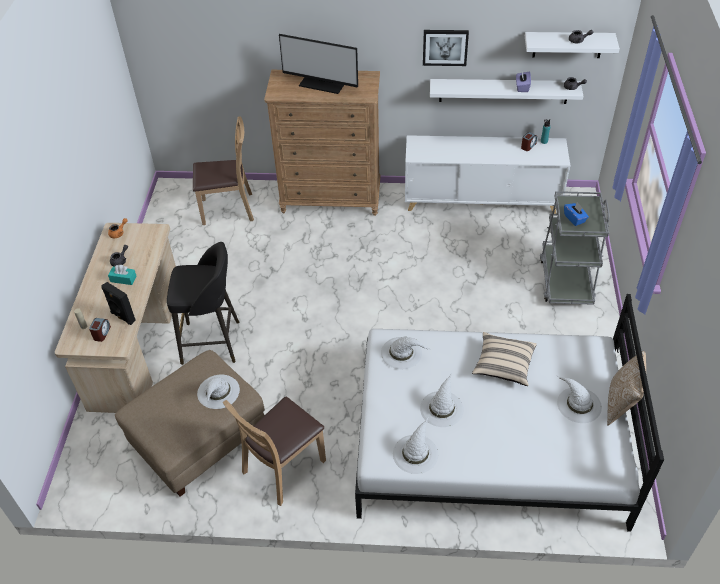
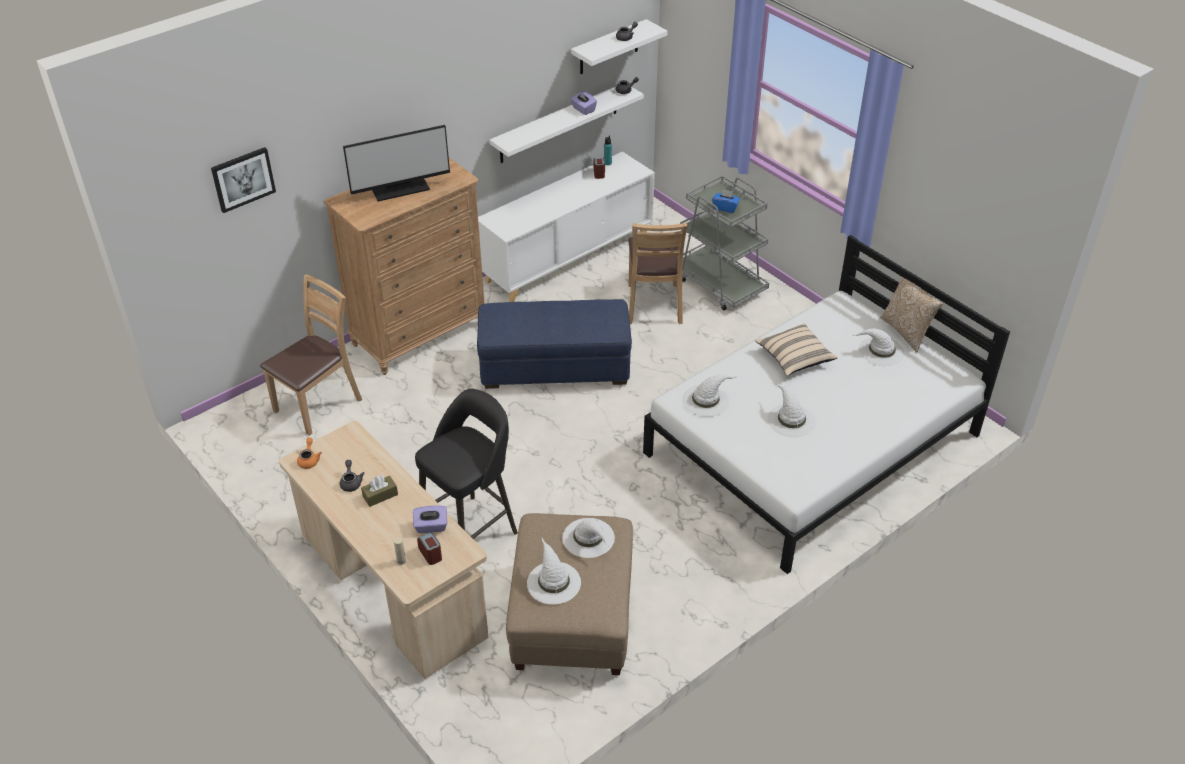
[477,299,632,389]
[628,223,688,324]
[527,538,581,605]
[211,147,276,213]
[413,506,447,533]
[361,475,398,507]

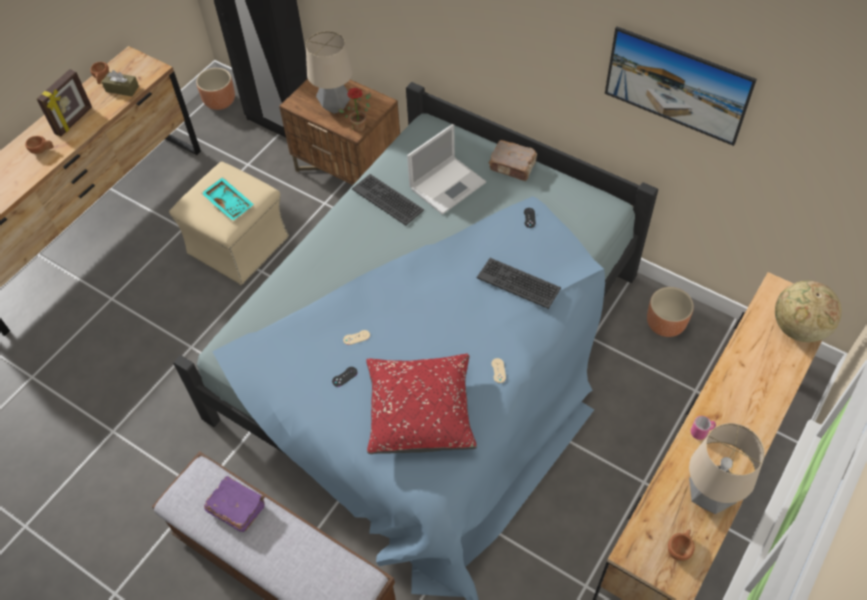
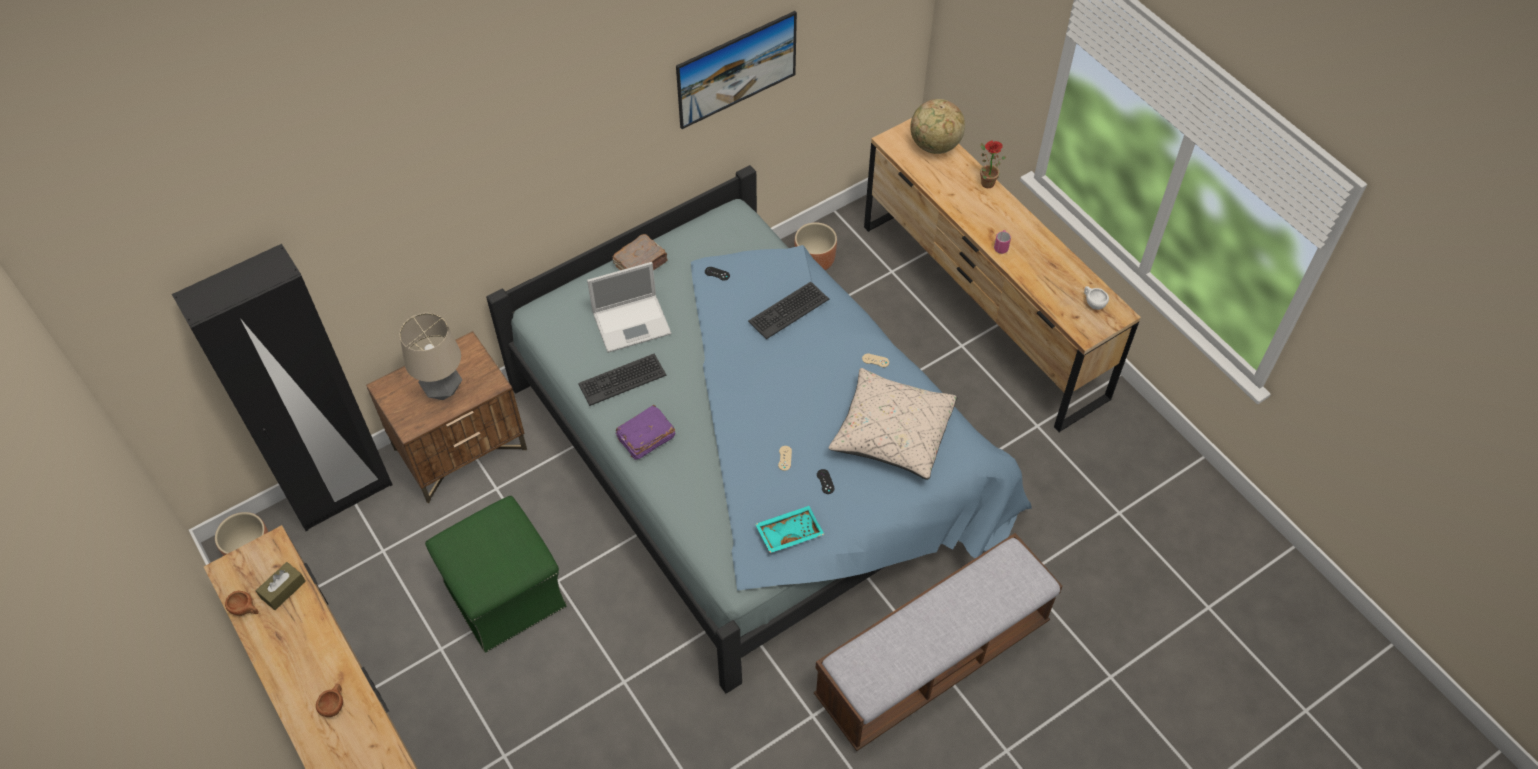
[37,69,92,137] (first image)
[689,423,765,514] (first image)
[755,506,825,553]
[615,404,675,460]
[980,140,1006,188]
[425,496,567,653]
[828,368,958,480]
[1084,286,1109,310]
[587,262,671,353]

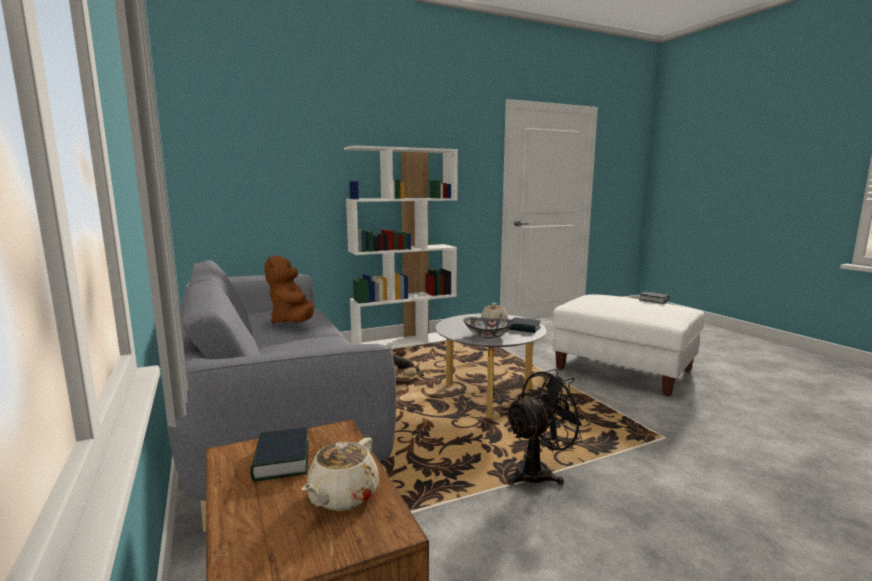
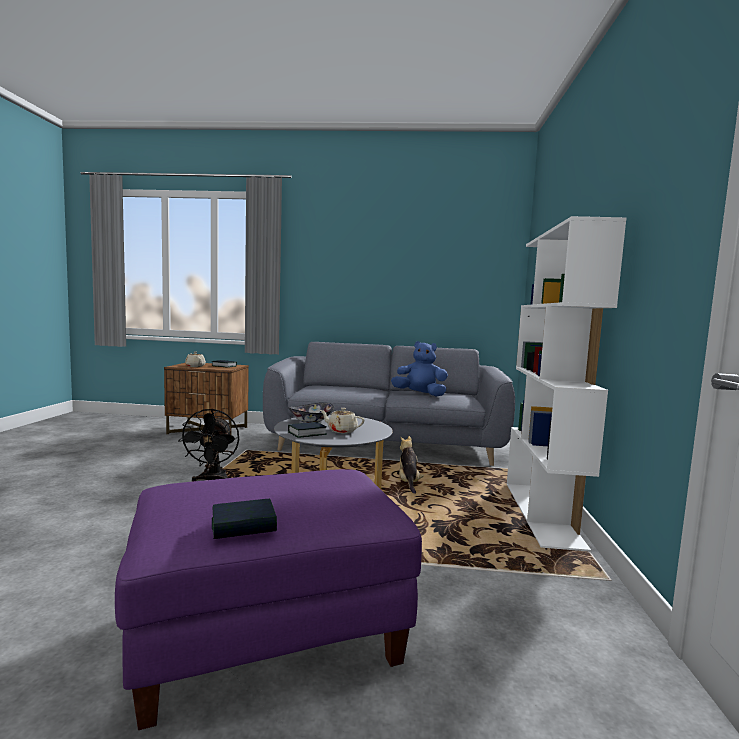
[391,341,448,396]
[115,469,422,730]

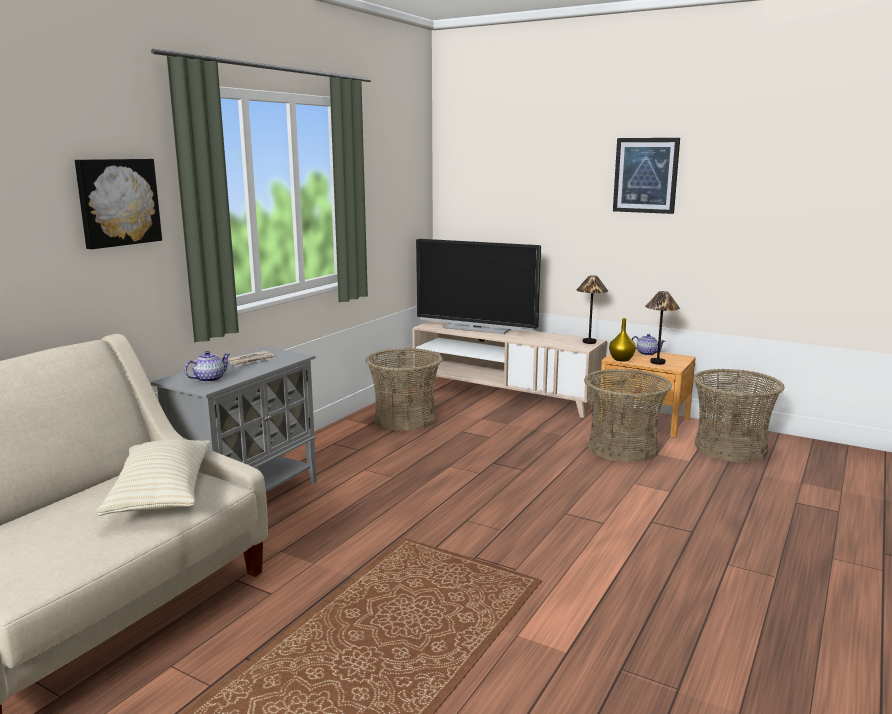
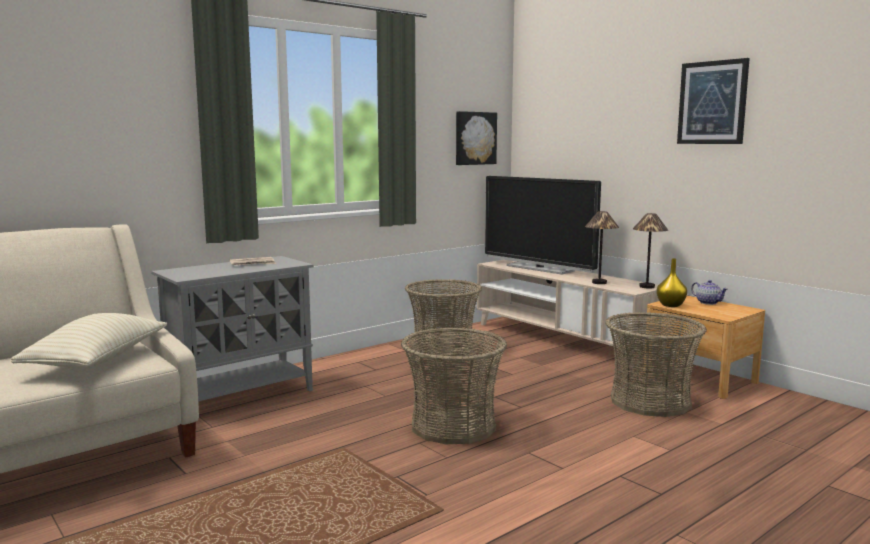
[184,351,230,383] (first image)
[456,111,497,165]
[585,211,619,284]
[401,328,507,444]

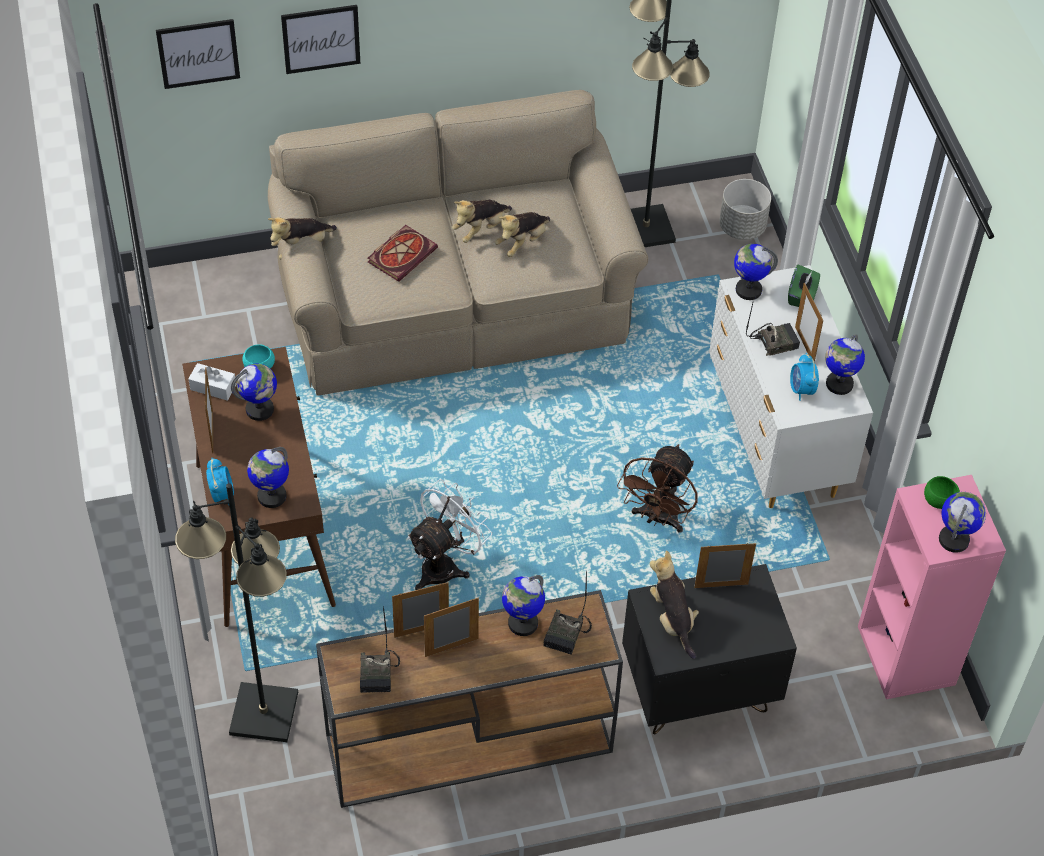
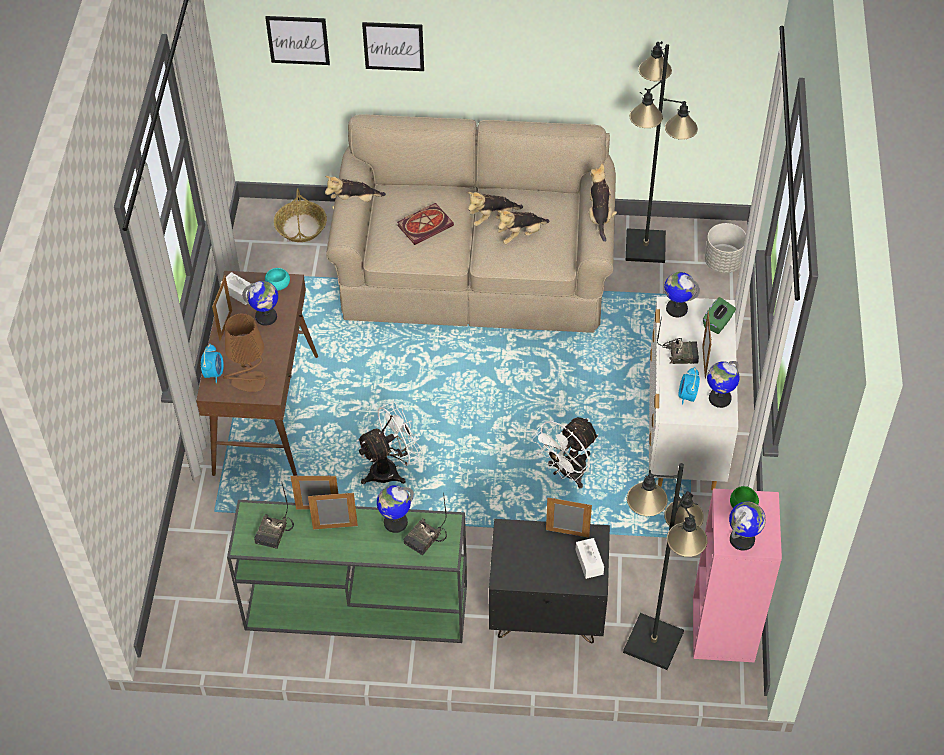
[274,188,327,242]
[576,538,604,579]
[623,463,708,670]
[589,164,617,242]
[223,313,268,392]
[227,500,467,643]
[532,417,599,489]

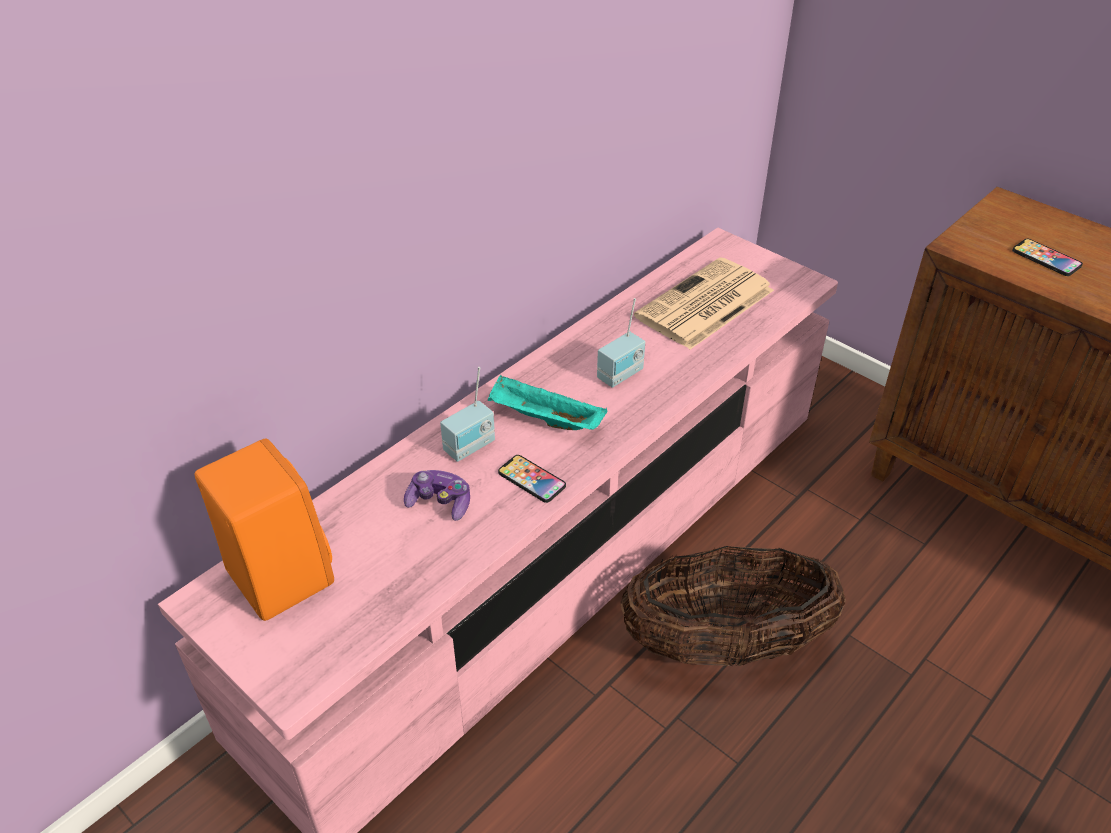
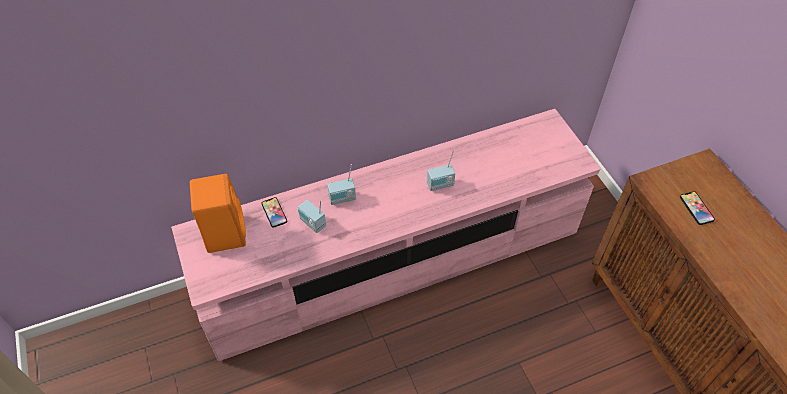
[488,375,607,430] (first image)
[620,546,846,667] (first image)
[634,257,774,349] (first image)
[262,197,287,228]
[298,199,326,233]

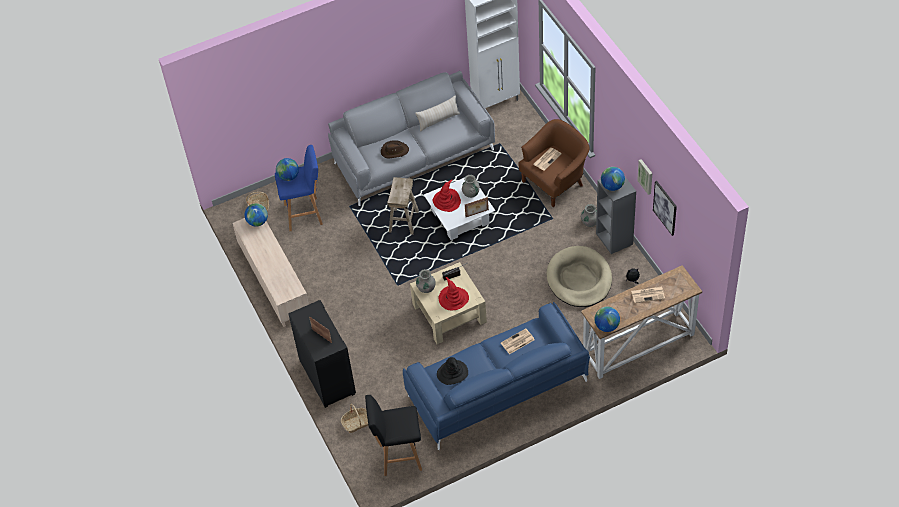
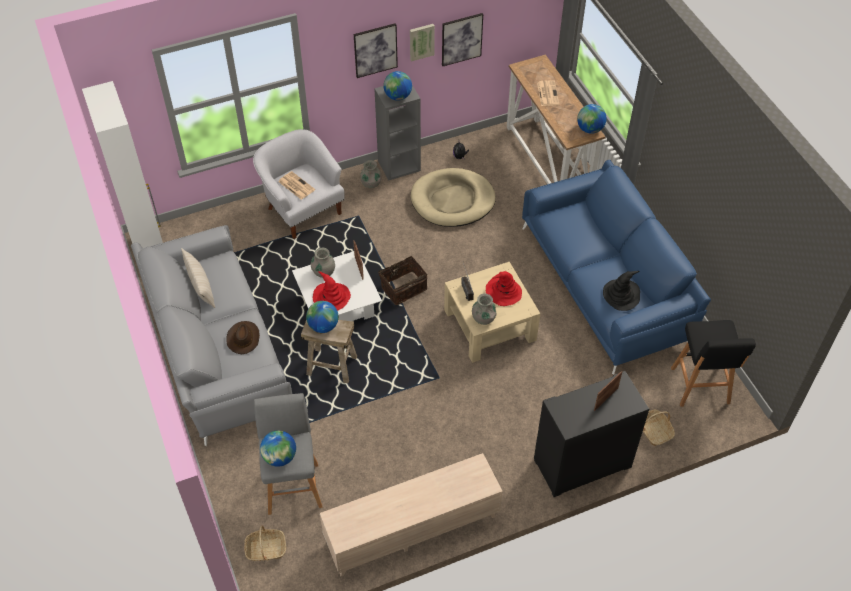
[501,328,535,354] (first image)
[354,23,398,78]
[378,256,427,305]
[306,301,339,333]
[254,393,322,515]
[253,129,345,239]

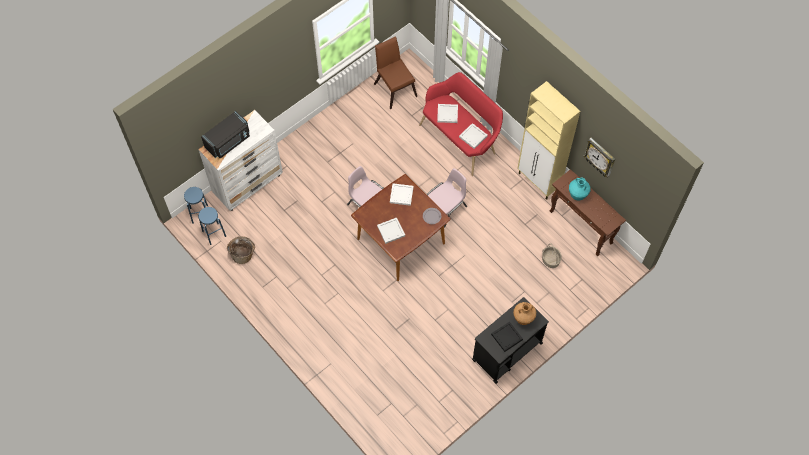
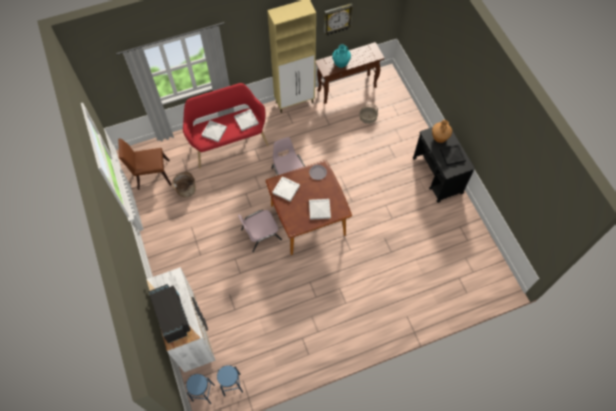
[172,171,196,198]

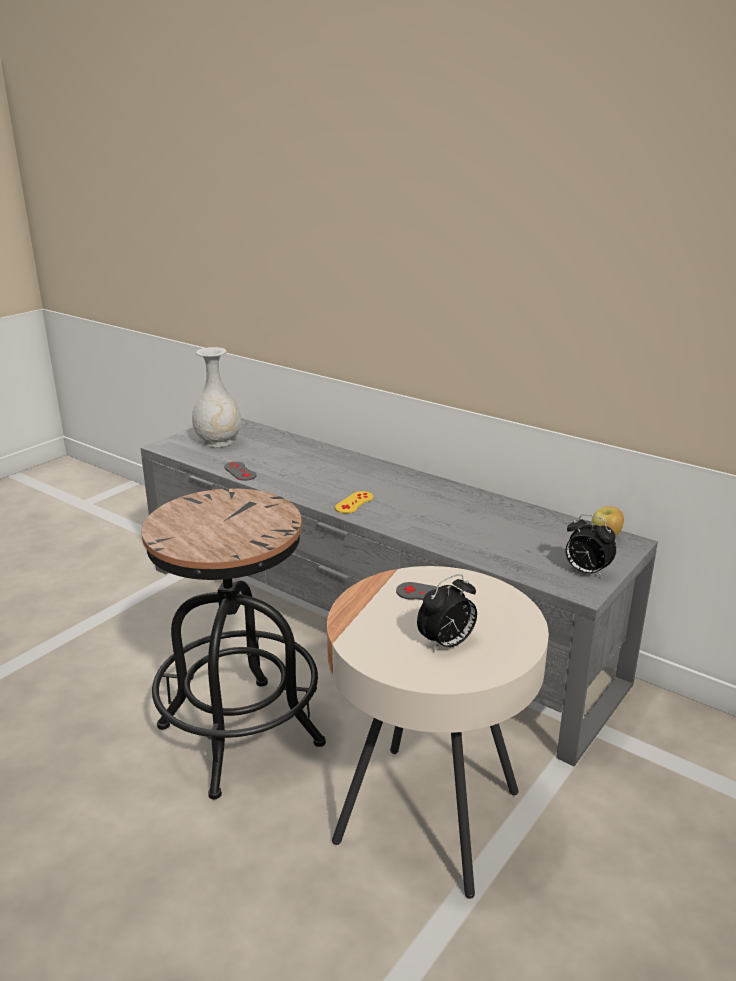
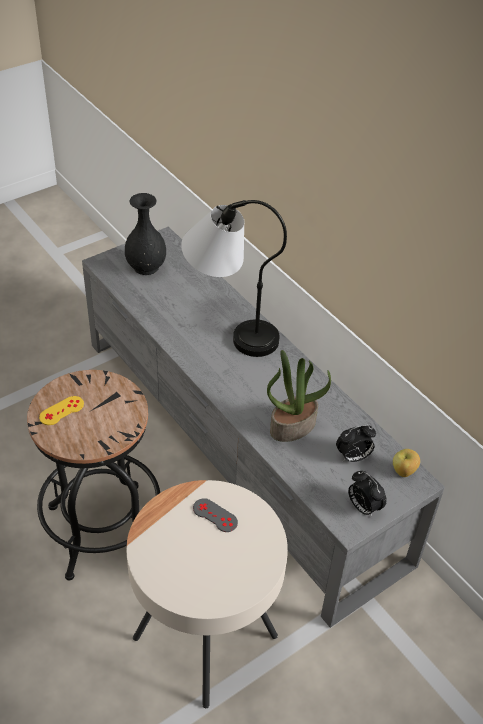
[224,462,257,481] (first image)
[181,200,287,357]
[267,350,331,442]
[39,396,84,425]
[336,425,376,462]
[125,193,166,275]

